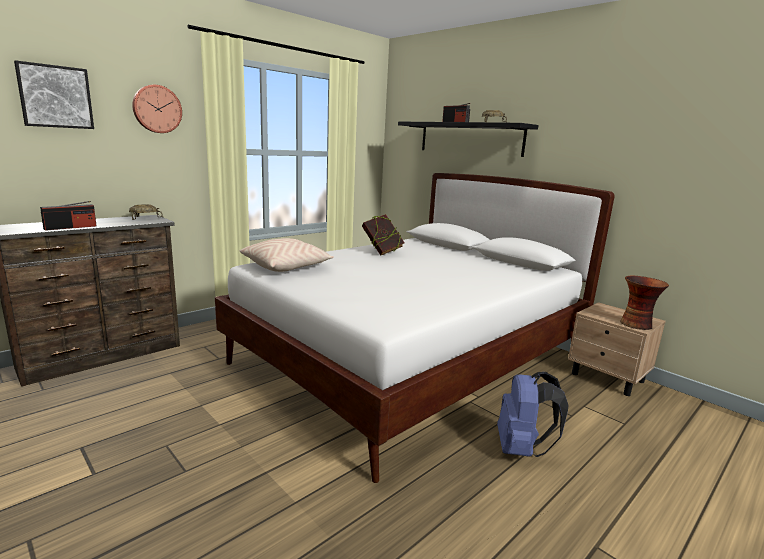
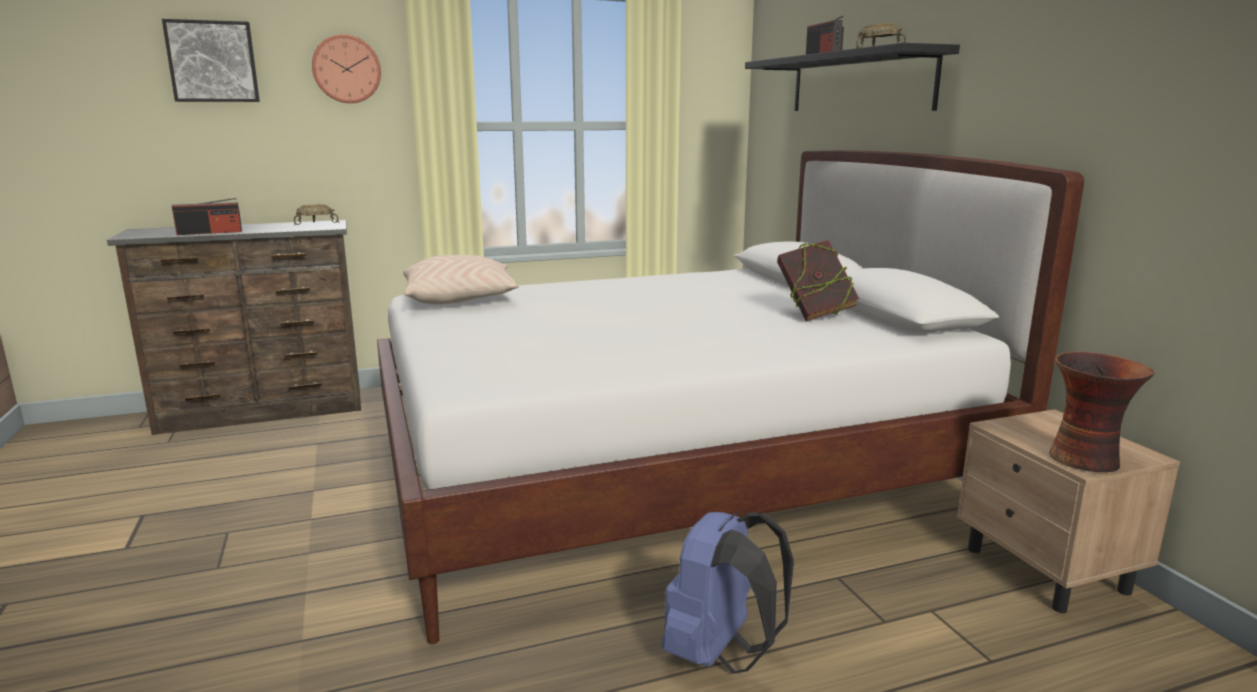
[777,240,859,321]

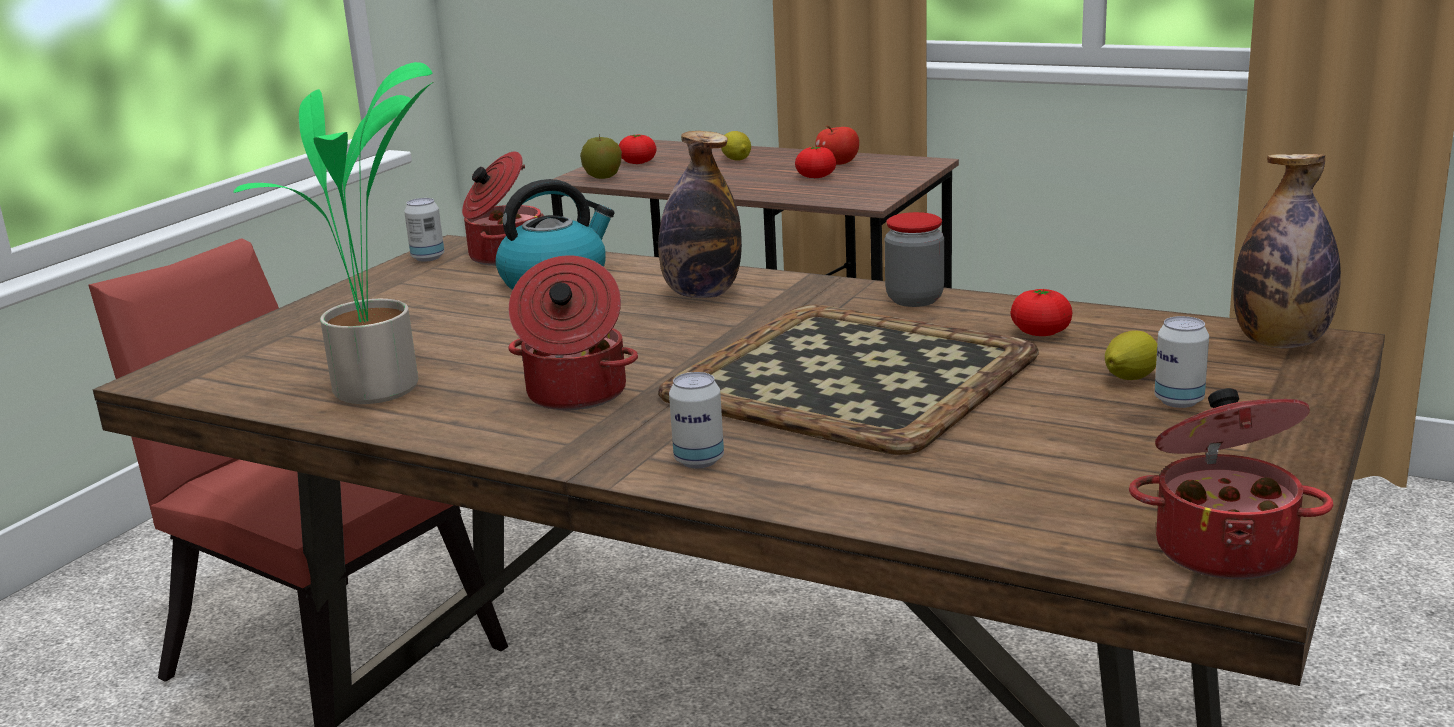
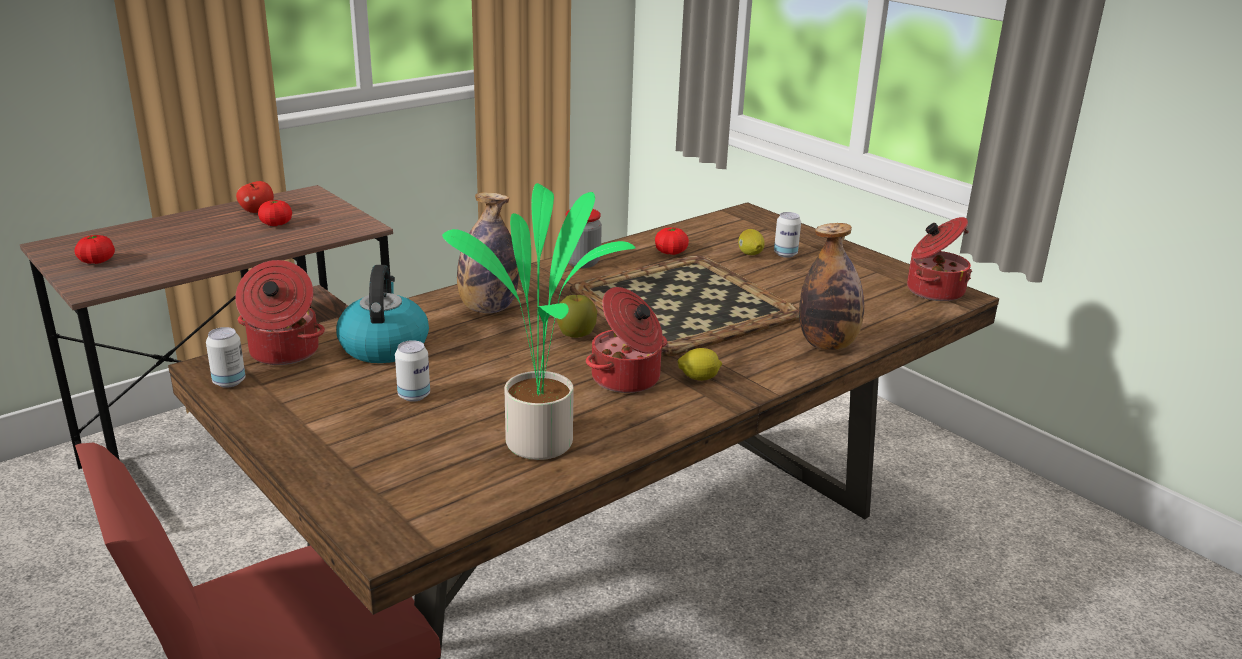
[557,294,597,338]
[395,340,430,402]
[678,348,722,381]
[799,223,864,350]

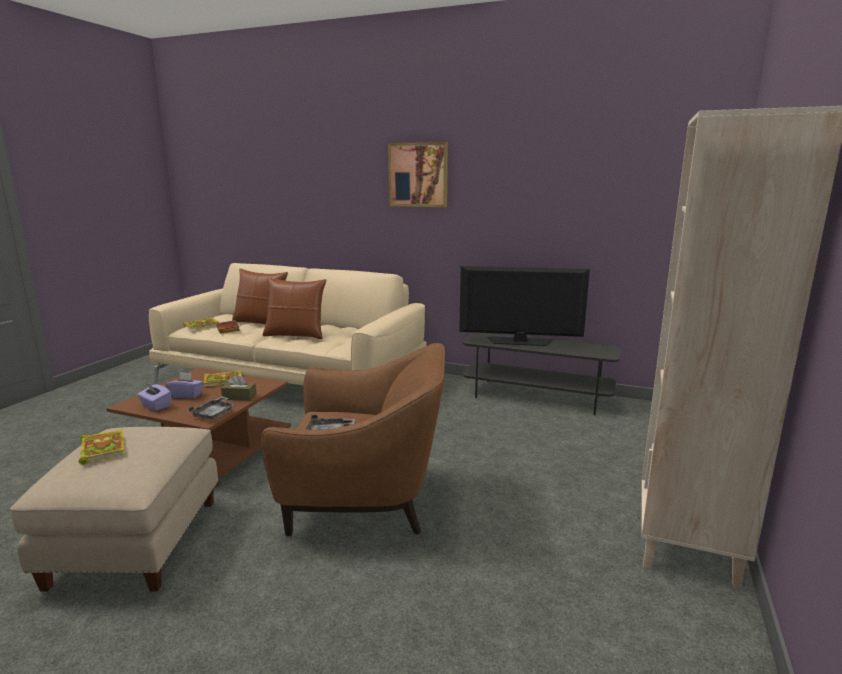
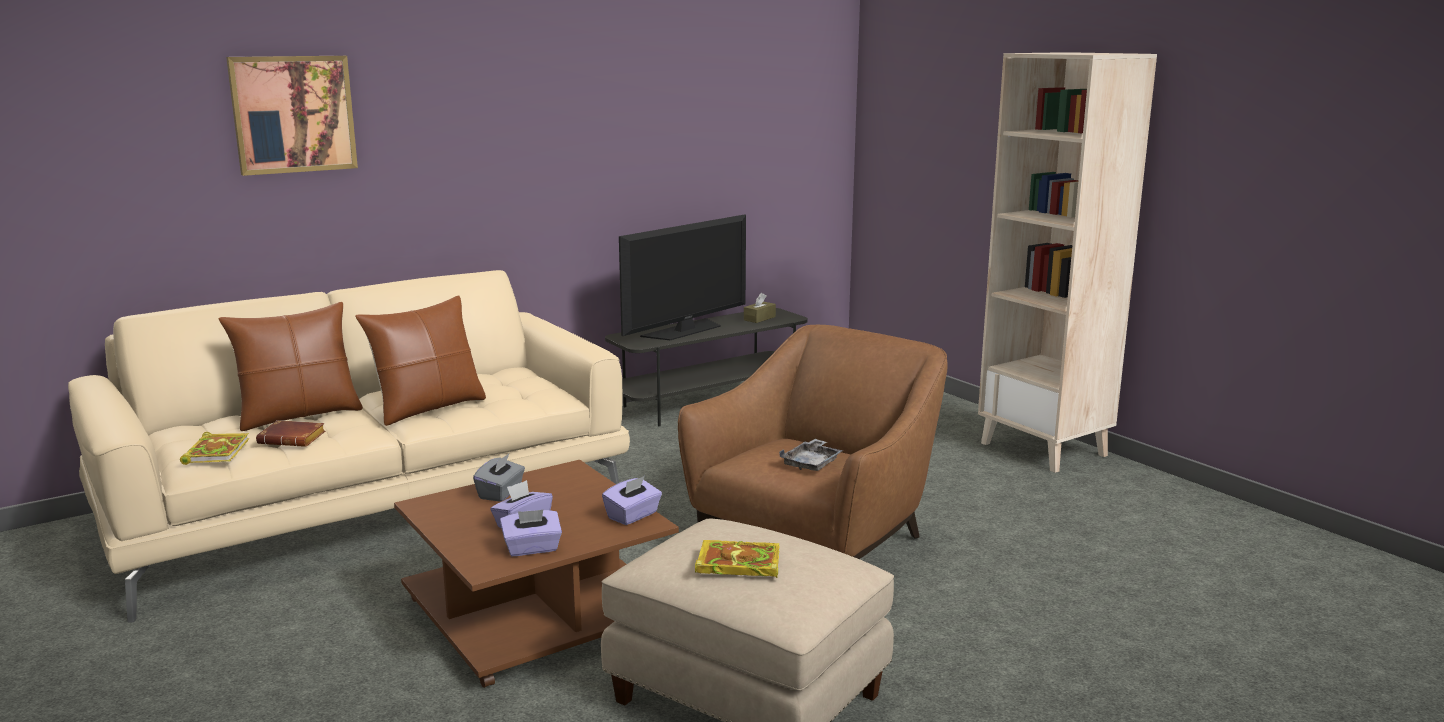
[744,293,776,323]
[226,56,358,176]
[602,476,662,525]
[473,454,525,502]

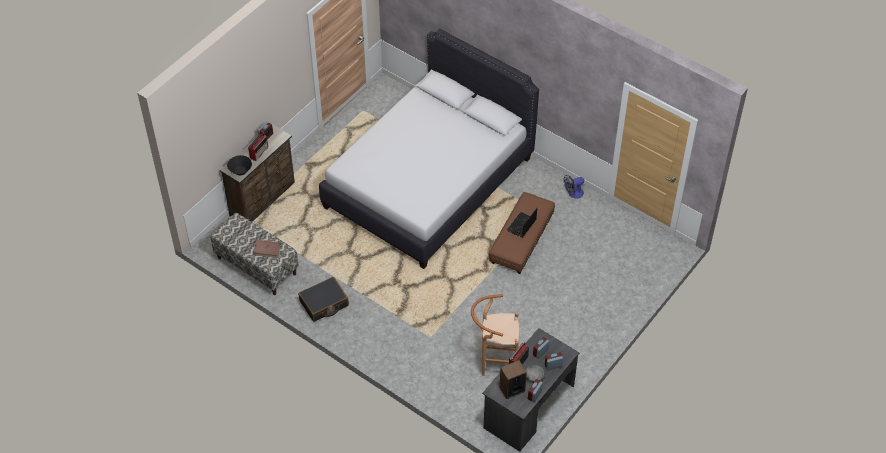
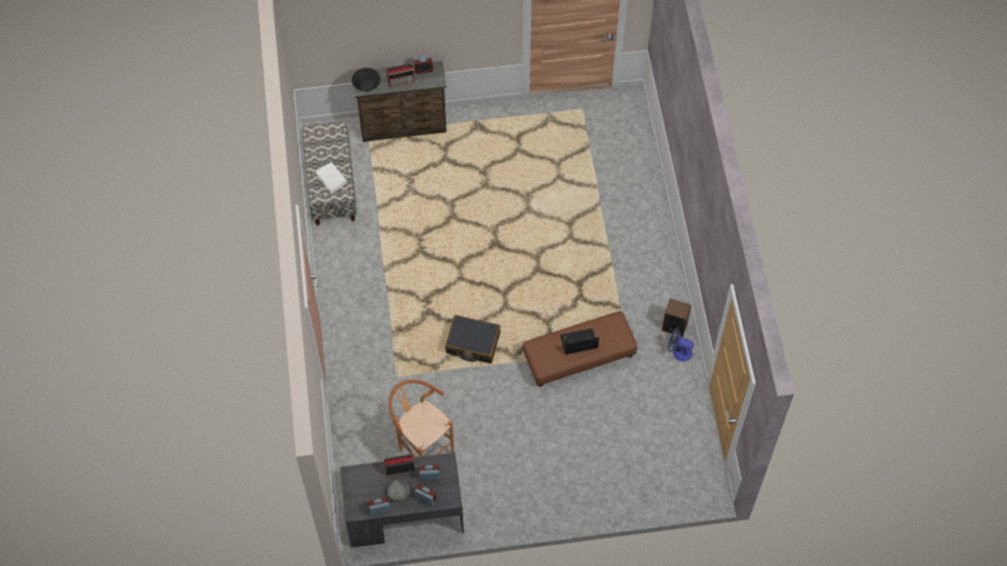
[319,29,539,269] (first image)
[445,315,500,364]
[662,298,691,337]
[315,162,348,193]

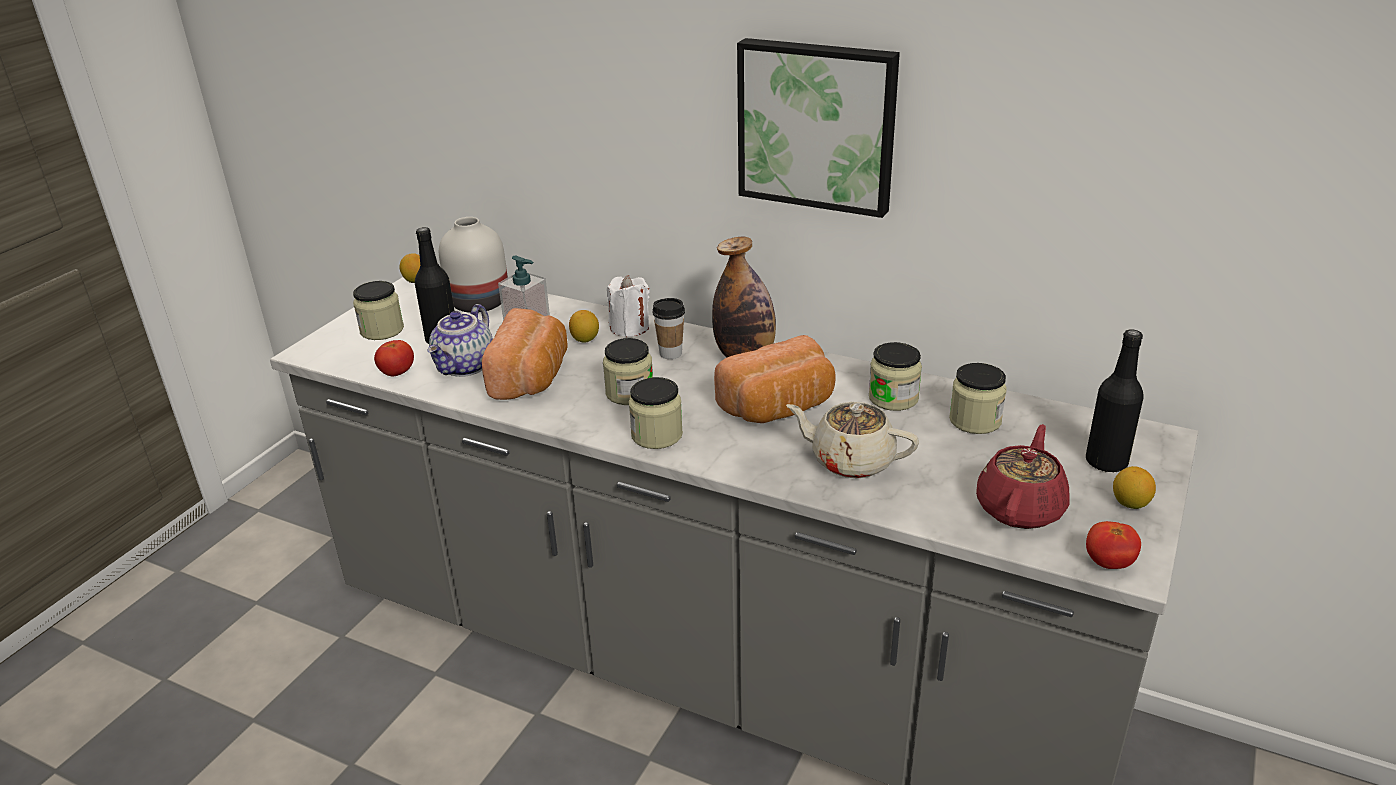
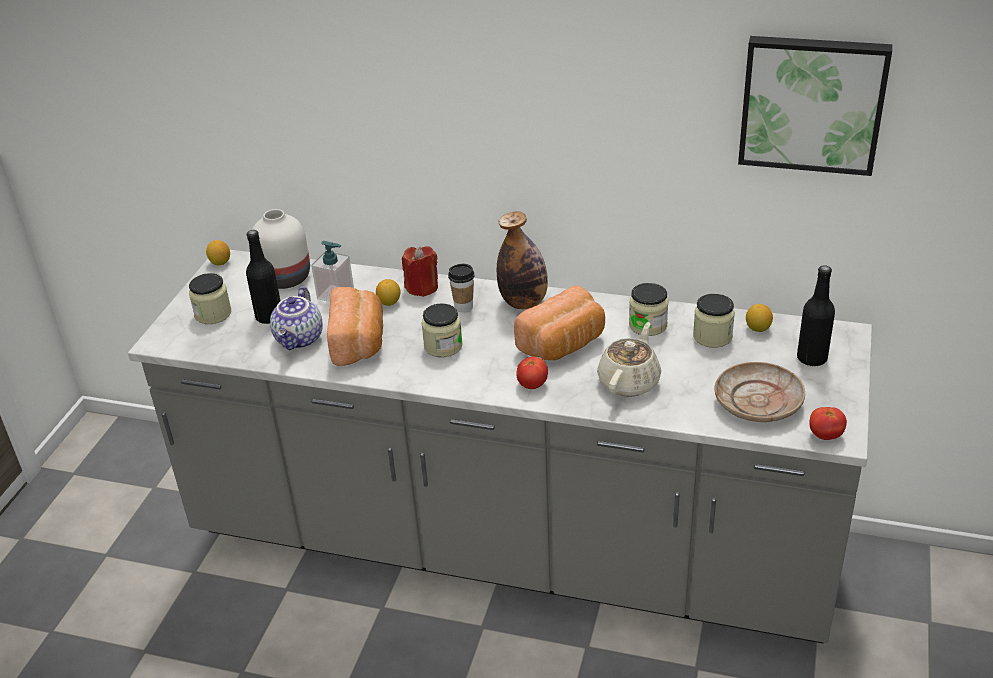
[629,377,683,449] (first image)
[516,357,548,389]
[738,36,892,176]
[746,304,773,332]
[715,362,805,422]
[402,246,438,297]
[597,322,661,397]

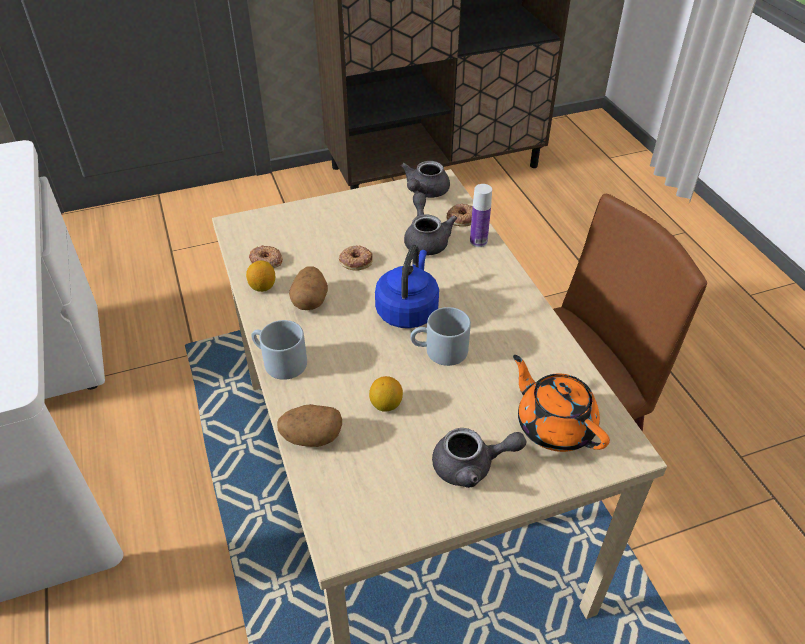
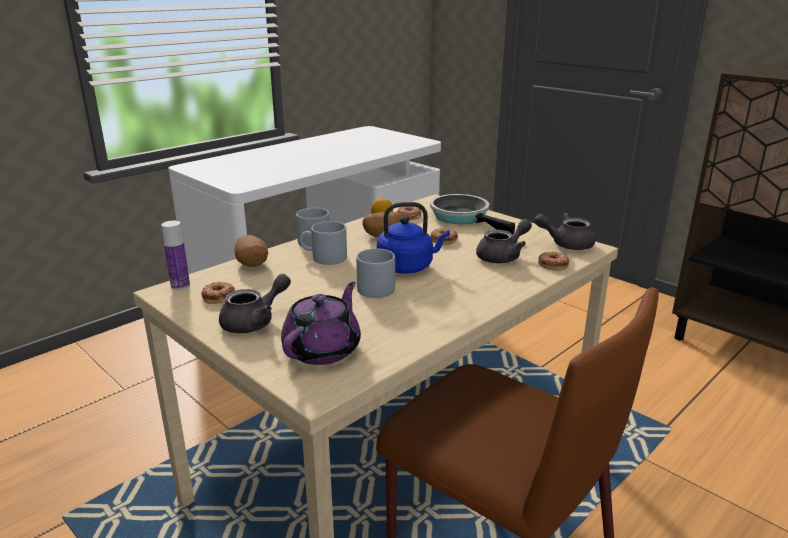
[369,376,403,412] (first image)
[201,281,235,304]
[300,221,347,265]
[430,194,515,235]
[161,221,190,290]
[281,282,361,365]
[219,274,291,333]

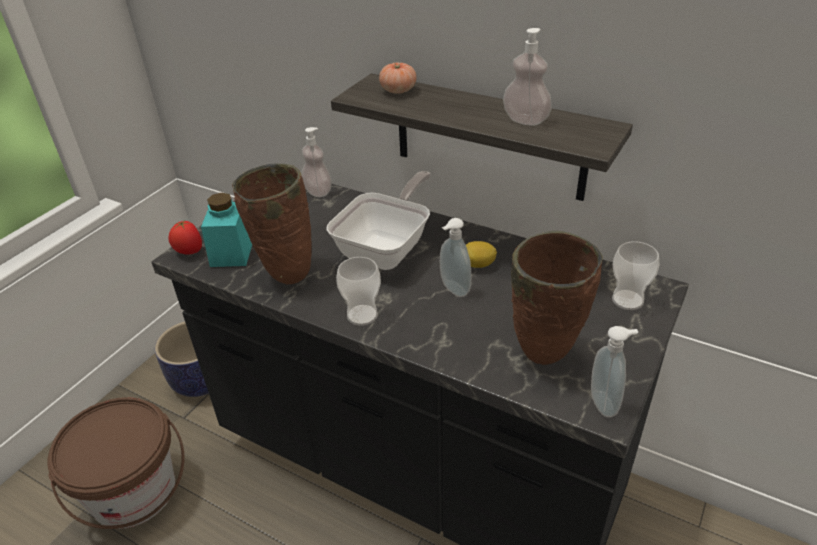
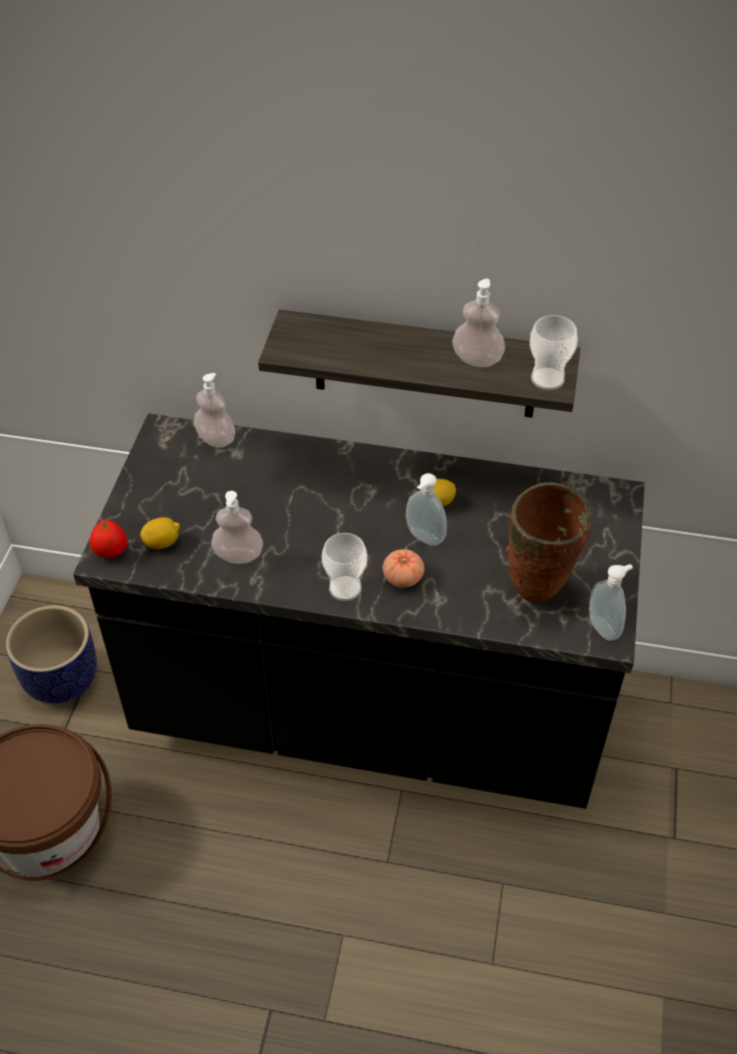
[327,171,431,270] (first image)
[383,549,425,587]
[530,315,578,390]
[140,517,180,549]
[212,491,263,564]

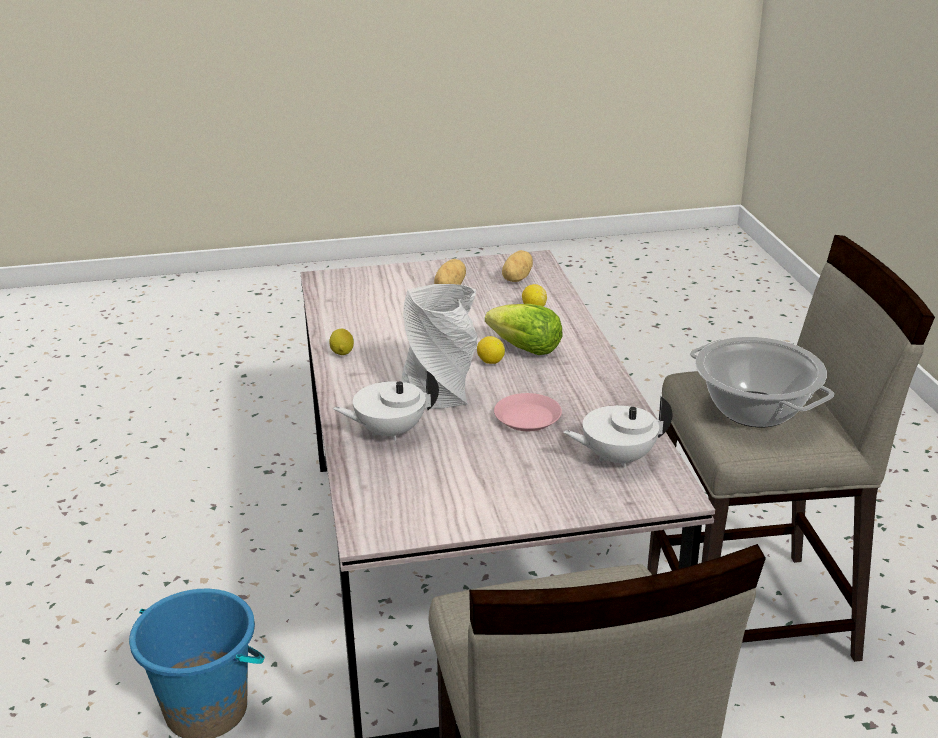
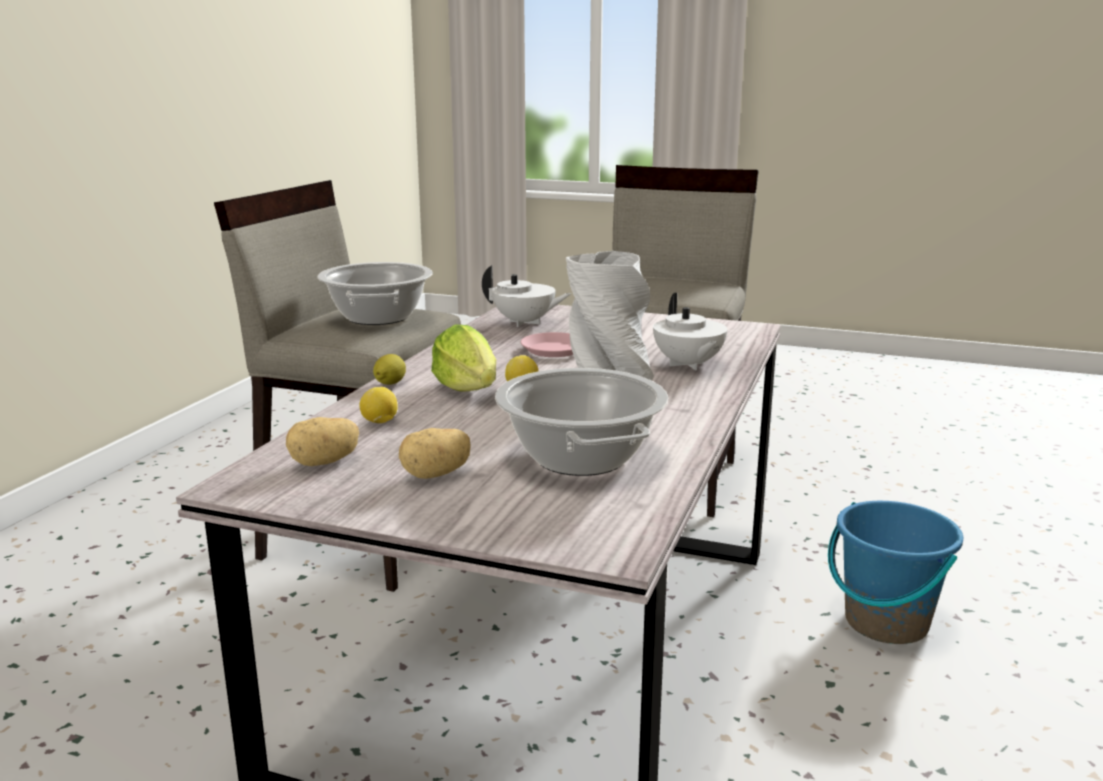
[495,368,668,476]
[373,354,406,385]
[653,293,727,370]

